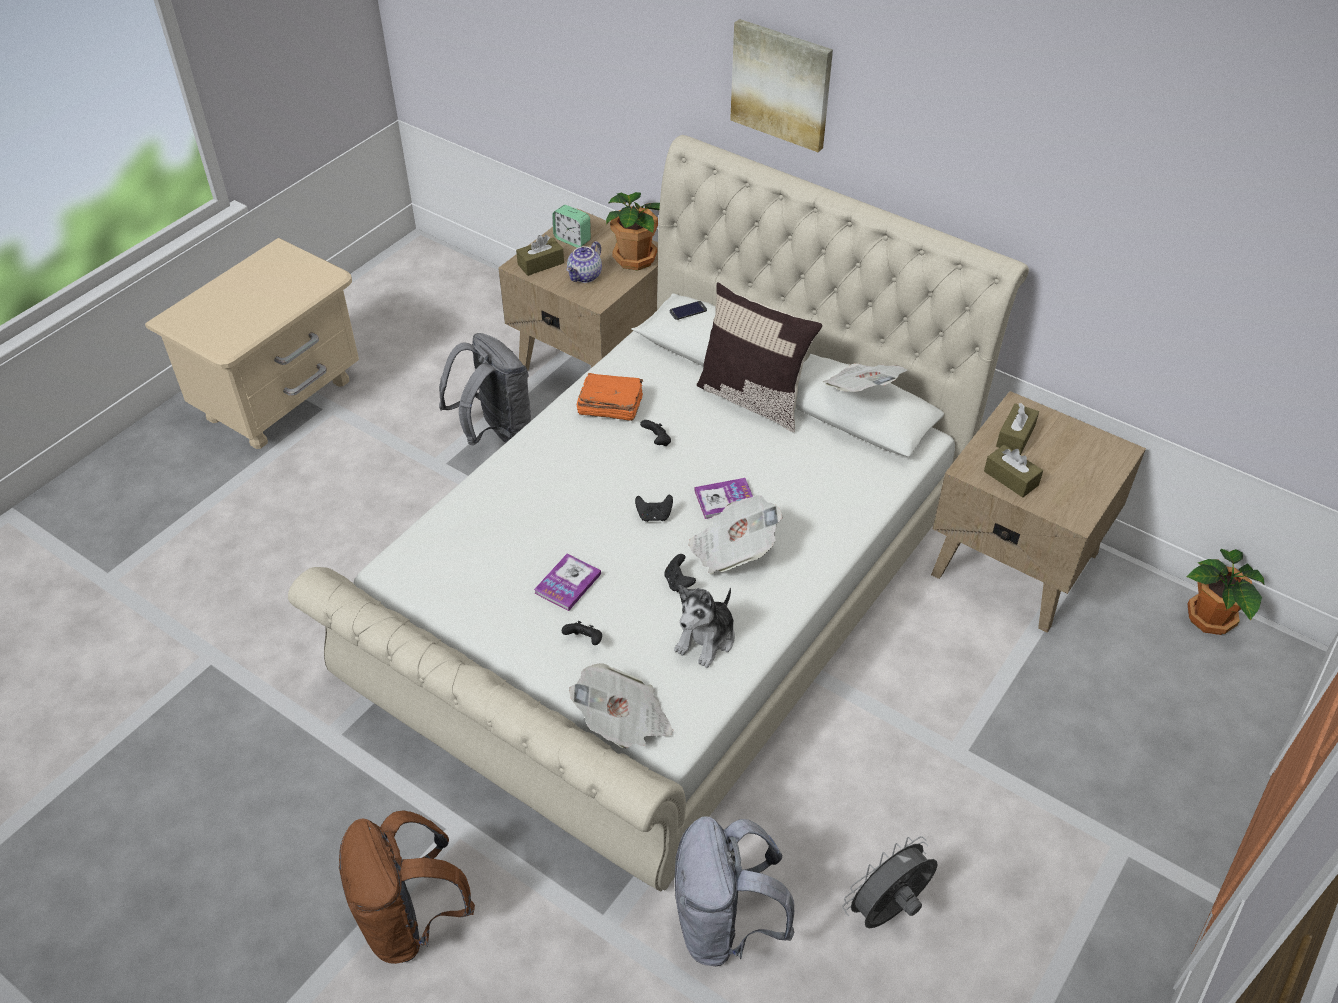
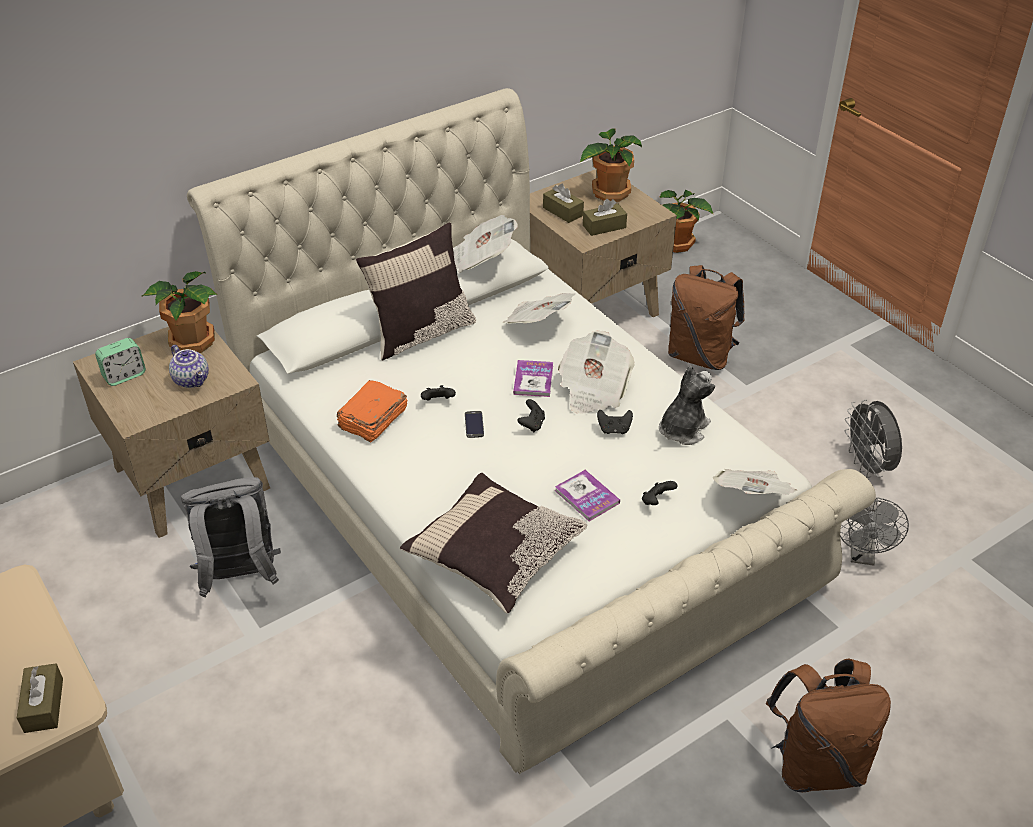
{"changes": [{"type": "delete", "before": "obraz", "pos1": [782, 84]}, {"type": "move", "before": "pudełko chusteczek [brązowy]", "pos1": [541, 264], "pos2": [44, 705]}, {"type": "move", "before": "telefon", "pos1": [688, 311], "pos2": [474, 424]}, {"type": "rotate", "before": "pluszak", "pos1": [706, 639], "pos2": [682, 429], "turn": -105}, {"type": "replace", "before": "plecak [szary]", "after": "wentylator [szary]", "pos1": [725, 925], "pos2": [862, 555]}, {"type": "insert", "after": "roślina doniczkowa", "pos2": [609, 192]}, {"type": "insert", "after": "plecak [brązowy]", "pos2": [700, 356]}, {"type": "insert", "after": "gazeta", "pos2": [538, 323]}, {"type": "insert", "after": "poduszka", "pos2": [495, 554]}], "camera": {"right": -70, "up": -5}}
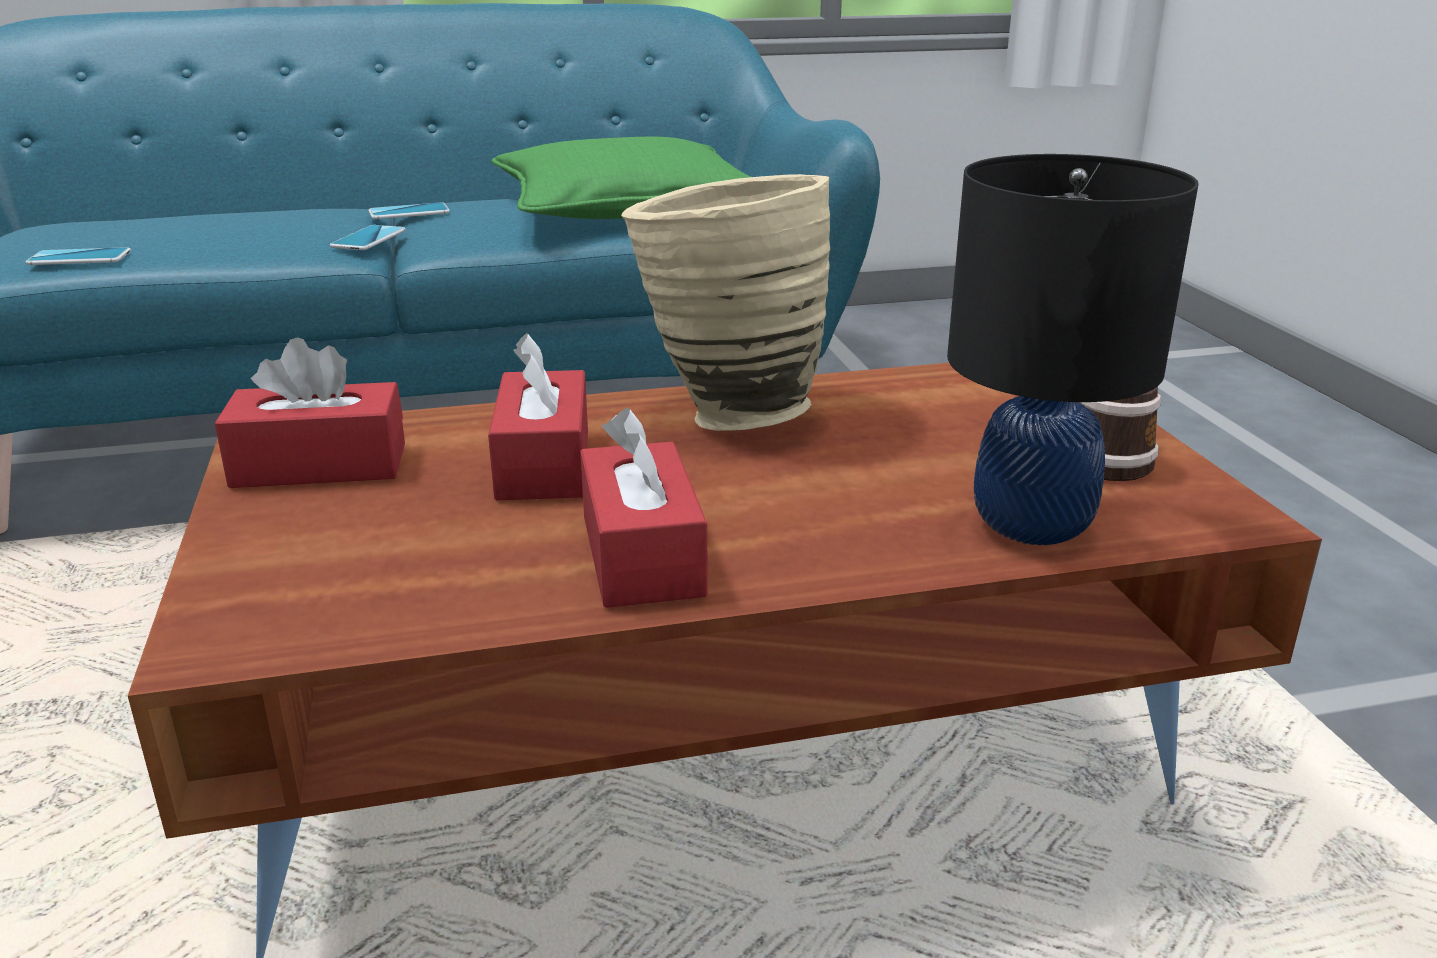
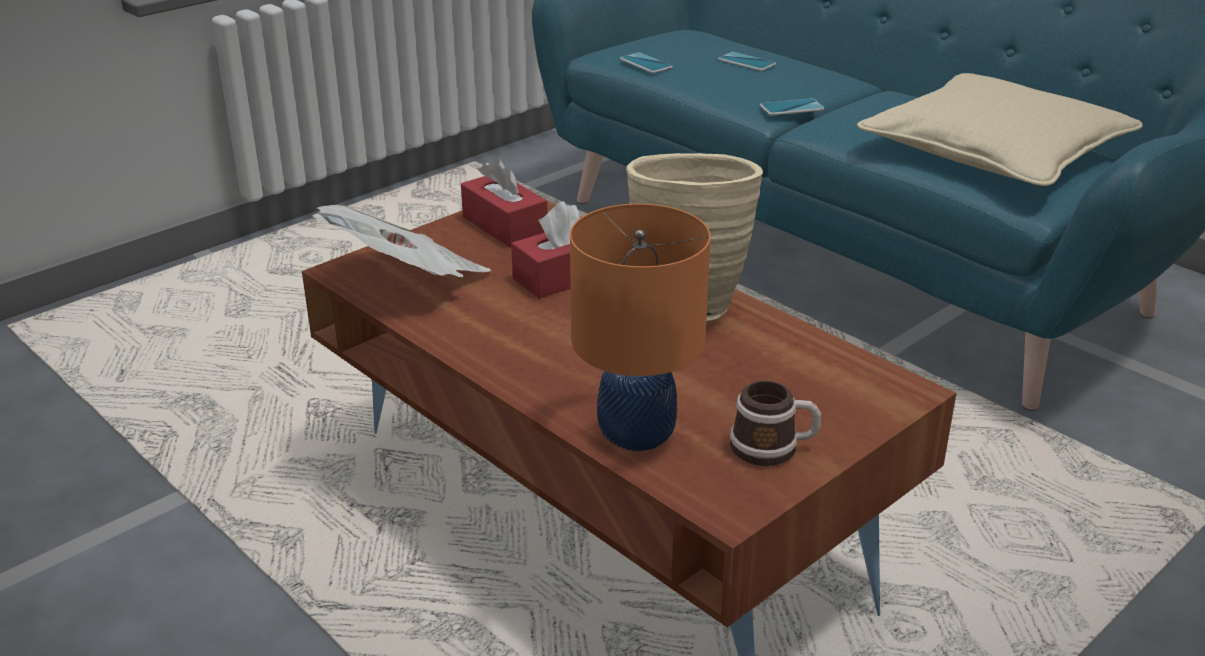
{"changes": [{"type": "recolor", "before": "poduszka [zielony]", "after": "poduszka [beżowy]", "pos1": [626, 206], "pos2": [995, 149]}, {"type": "recolor", "before": "lampa stołowa [czarny]", "after": "lampa stołowa [pomarańczowy]", "pos1": [1026, 526], "pos2": [637, 434]}, {"type": "move", "before": "telefon", "pos1": [409, 212], "pos2": [746, 62]}, {"type": "delete", "before": "pudełko chusteczek [czerwony]", "pos1": [642, 555]}, {"type": "insert", "after": "gazeta", "pos2": [407, 281]}], "camera": {"right": 60, "up": 5}}
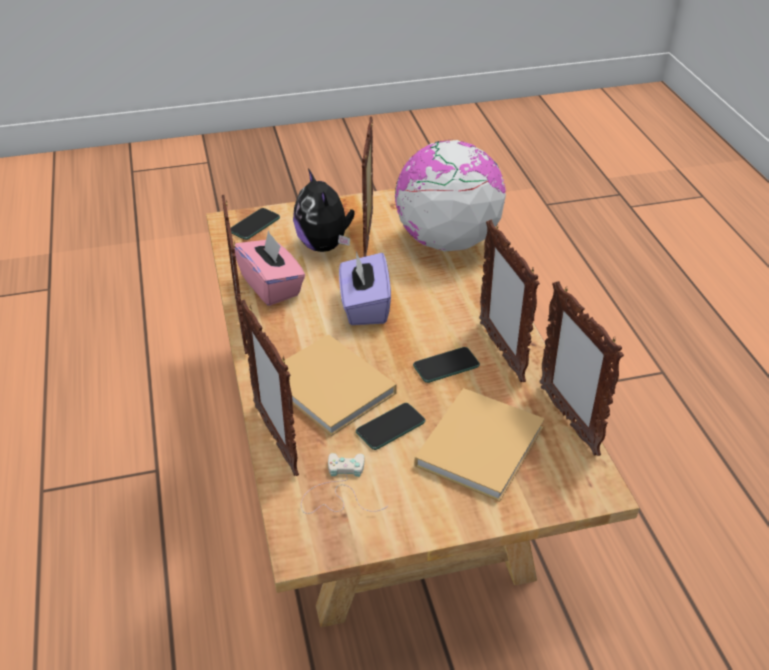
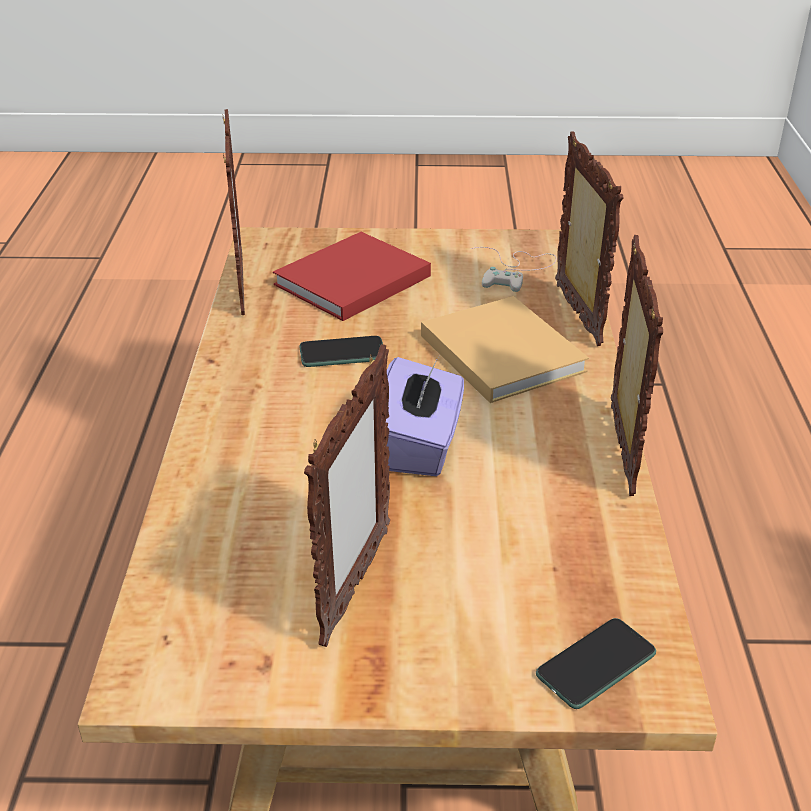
{"changes": [{"type": "delete", "before": "globus", "pos1": [447, 241]}, {"type": "delete", "before": "pluszak", "pos1": [325, 245]}, {"type": "delete", "before": "ramka na zdjęcie", "pos1": [501, 351]}, {"type": "delete", "before": "pudełko chusteczek [różowy]", "pos1": [271, 286]}, {"type": "recolor", "before": "książka [beżowy]", "after": "książka [czerwony]", "pos1": [481, 444], "pos2": [349, 282]}, {"type": "delete", "before": "telefon", "pos1": [390, 427]}], "camera": {"right": -165, "up": -5}}
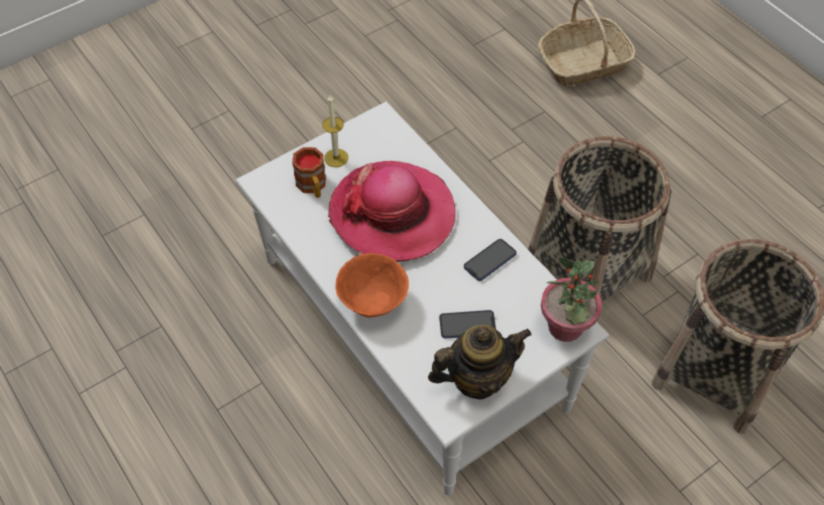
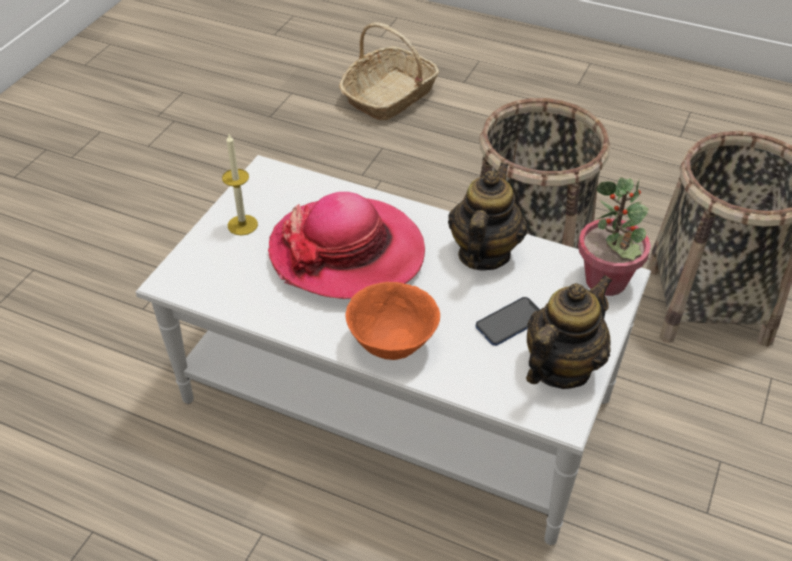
{"changes": [{"type": "delete", "before": "kubek", "pos1": [313, 186]}, {"type": "replace", "before": "telefon", "after": "imbryk", "pos1": [490, 260], "pos2": [483, 254]}], "camera": {"right": -30, "up": -10}}
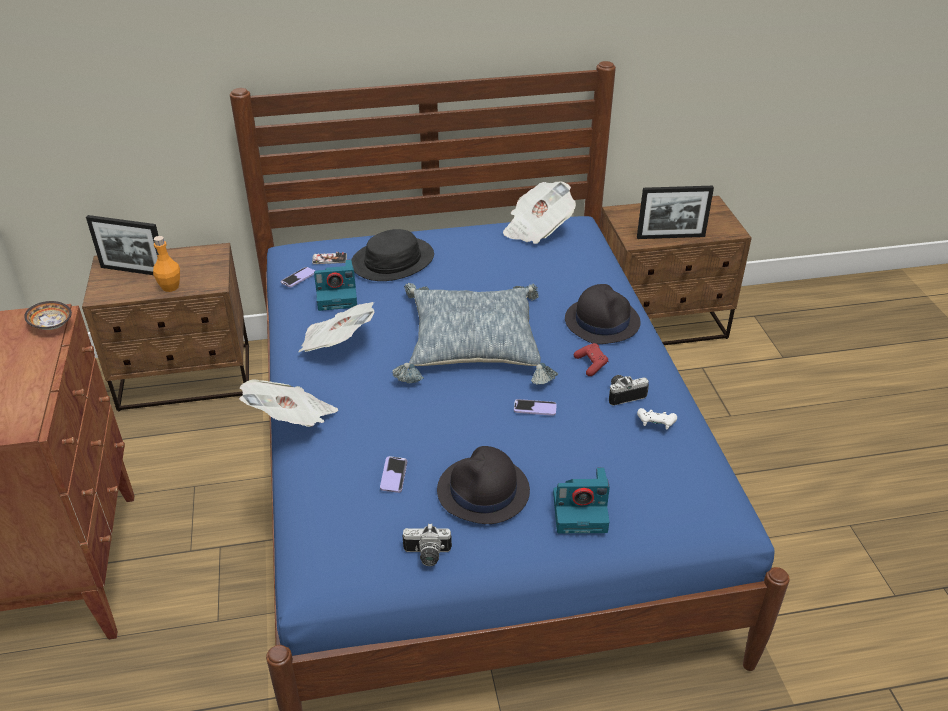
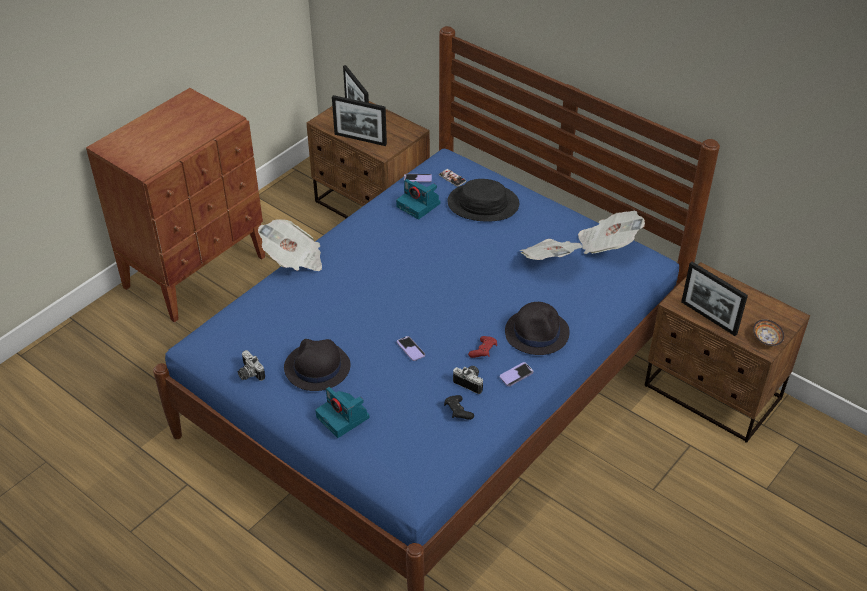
{"changes": [{"type": "replace", "before": "butelka [pomarańczowy]", "after": "ramka na zdjęcie", "pos1": [170, 287], "pos2": [360, 139]}, {"type": "delete", "before": "poduszka", "pos1": [473, 340]}, {"type": "move", "before": "miska", "pos1": [52, 324], "pos2": [767, 338]}, {"type": "move", "before": "gazeta", "pos1": [337, 344], "pos2": [549, 261]}, {"type": "recolor", "before": "pad do gier [biały]", "after": "pad do gier [czarny]", "pos1": [655, 424], "pos2": [458, 412]}, {"type": "move", "before": "telefon", "pos1": [394, 475], "pos2": [516, 375]}], "camera": {"right": 50, "up": 5}}
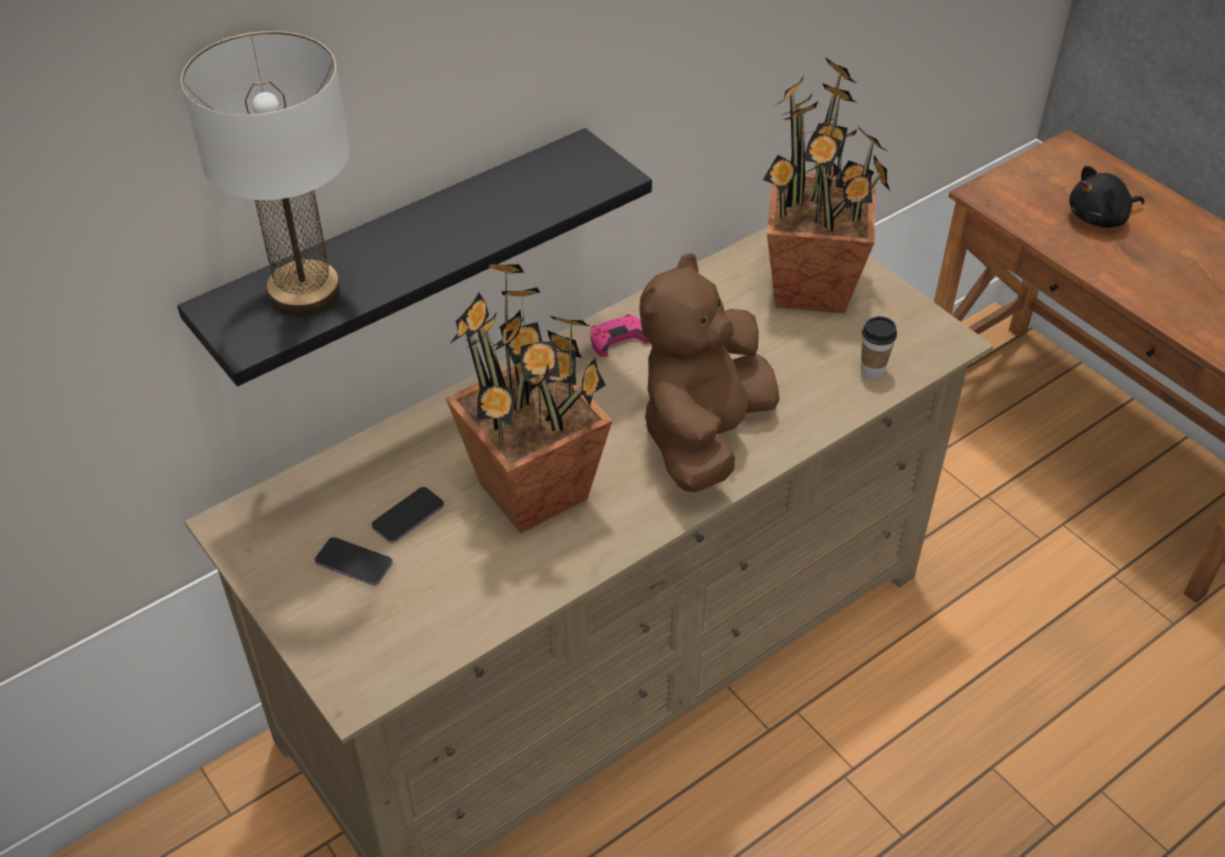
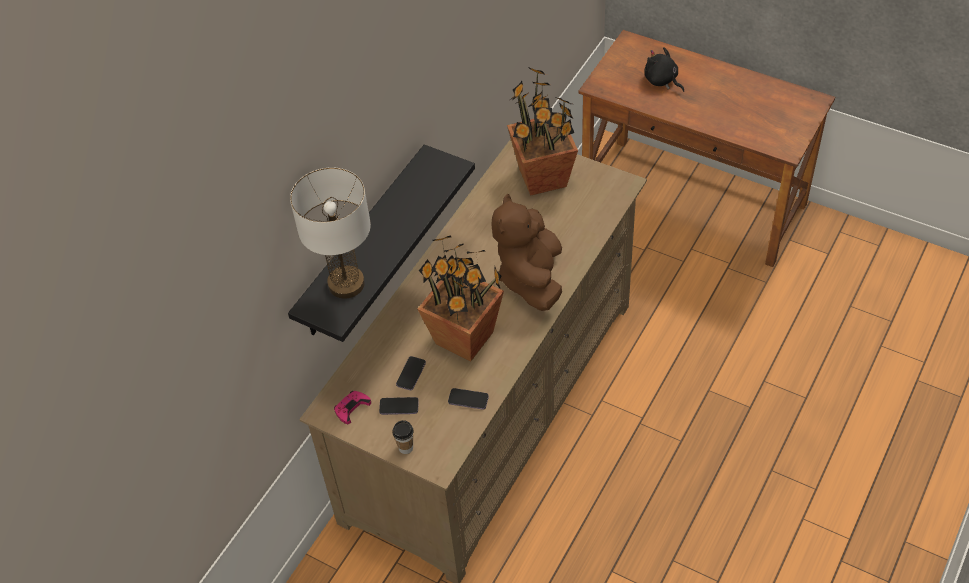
{"changes": [{"type": "rotate", "before": "pluszak [czarny]", "pos1": [1100, 218], "pos2": [662, 81], "turn": 90}, {"type": "move", "before": "pad do gier [różowy]", "pos1": [618, 339], "pos2": [351, 408]}, {"type": "move", "before": "filiżanka", "pos1": [872, 370], "pos2": [406, 447]}, {"type": "insert", "after": "telefon", "pos2": [468, 399]}], "camera": {"right": -20, "up": 5}}
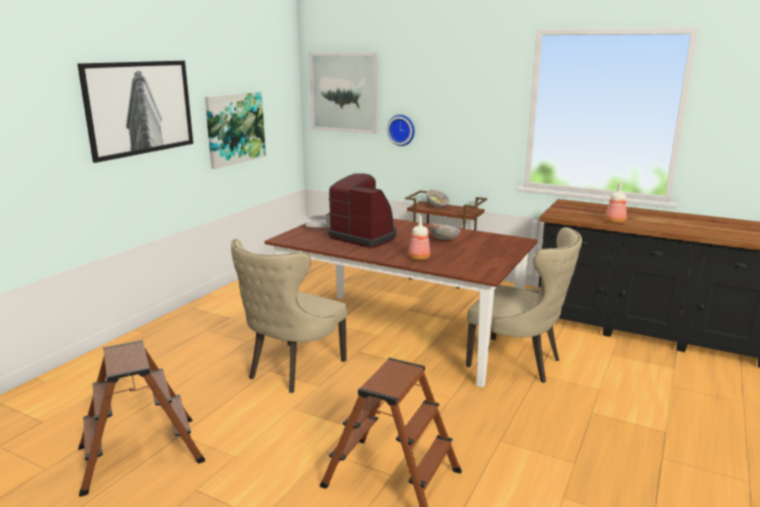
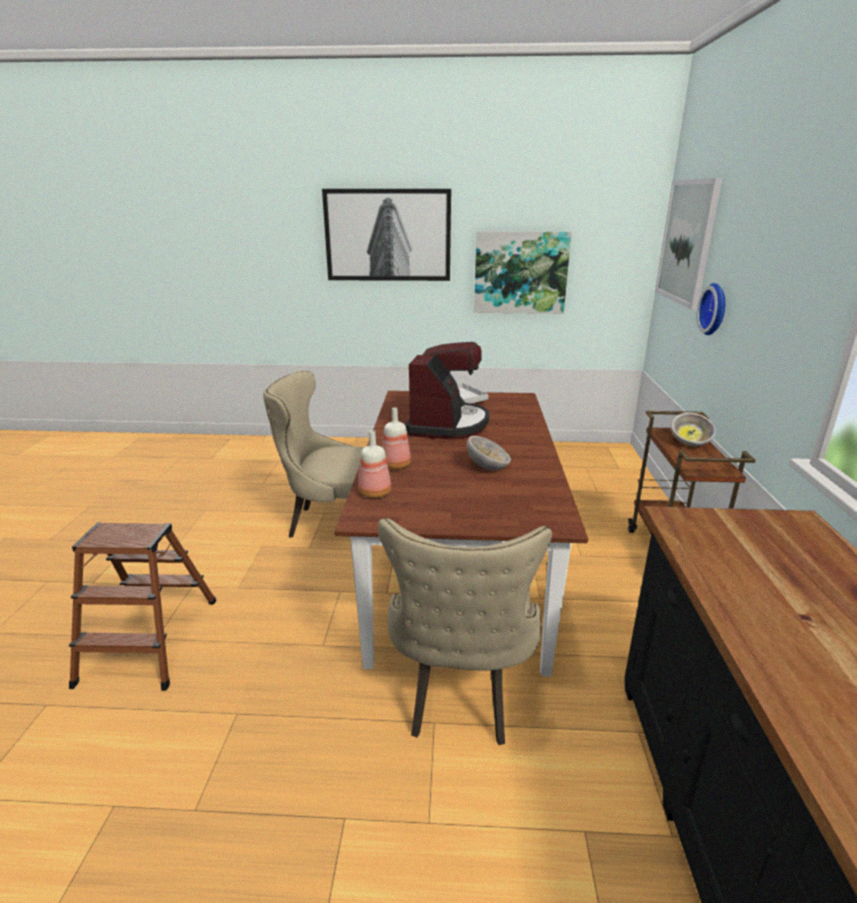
{"changes": [{"type": "move", "before": "butelka", "pos1": [614, 221], "pos2": [375, 493]}, {"type": "delete", "before": "drabinka [brązowy]", "pos1": [140, 454]}], "camera": {"right": 65, "up": 5}}
